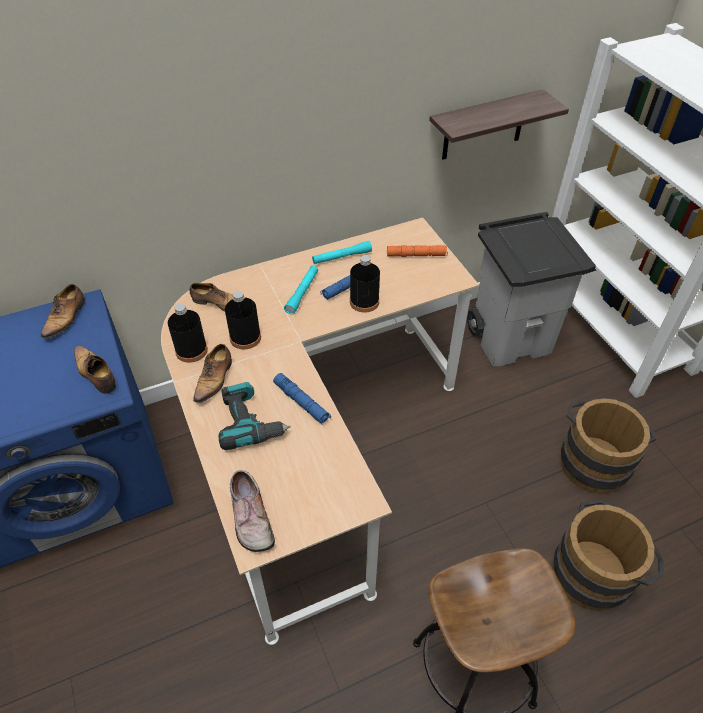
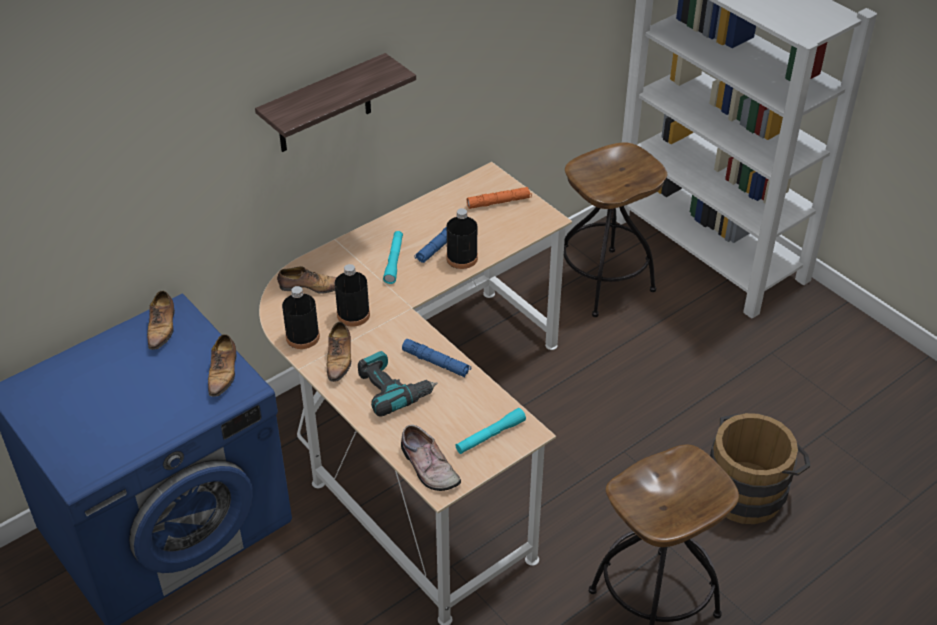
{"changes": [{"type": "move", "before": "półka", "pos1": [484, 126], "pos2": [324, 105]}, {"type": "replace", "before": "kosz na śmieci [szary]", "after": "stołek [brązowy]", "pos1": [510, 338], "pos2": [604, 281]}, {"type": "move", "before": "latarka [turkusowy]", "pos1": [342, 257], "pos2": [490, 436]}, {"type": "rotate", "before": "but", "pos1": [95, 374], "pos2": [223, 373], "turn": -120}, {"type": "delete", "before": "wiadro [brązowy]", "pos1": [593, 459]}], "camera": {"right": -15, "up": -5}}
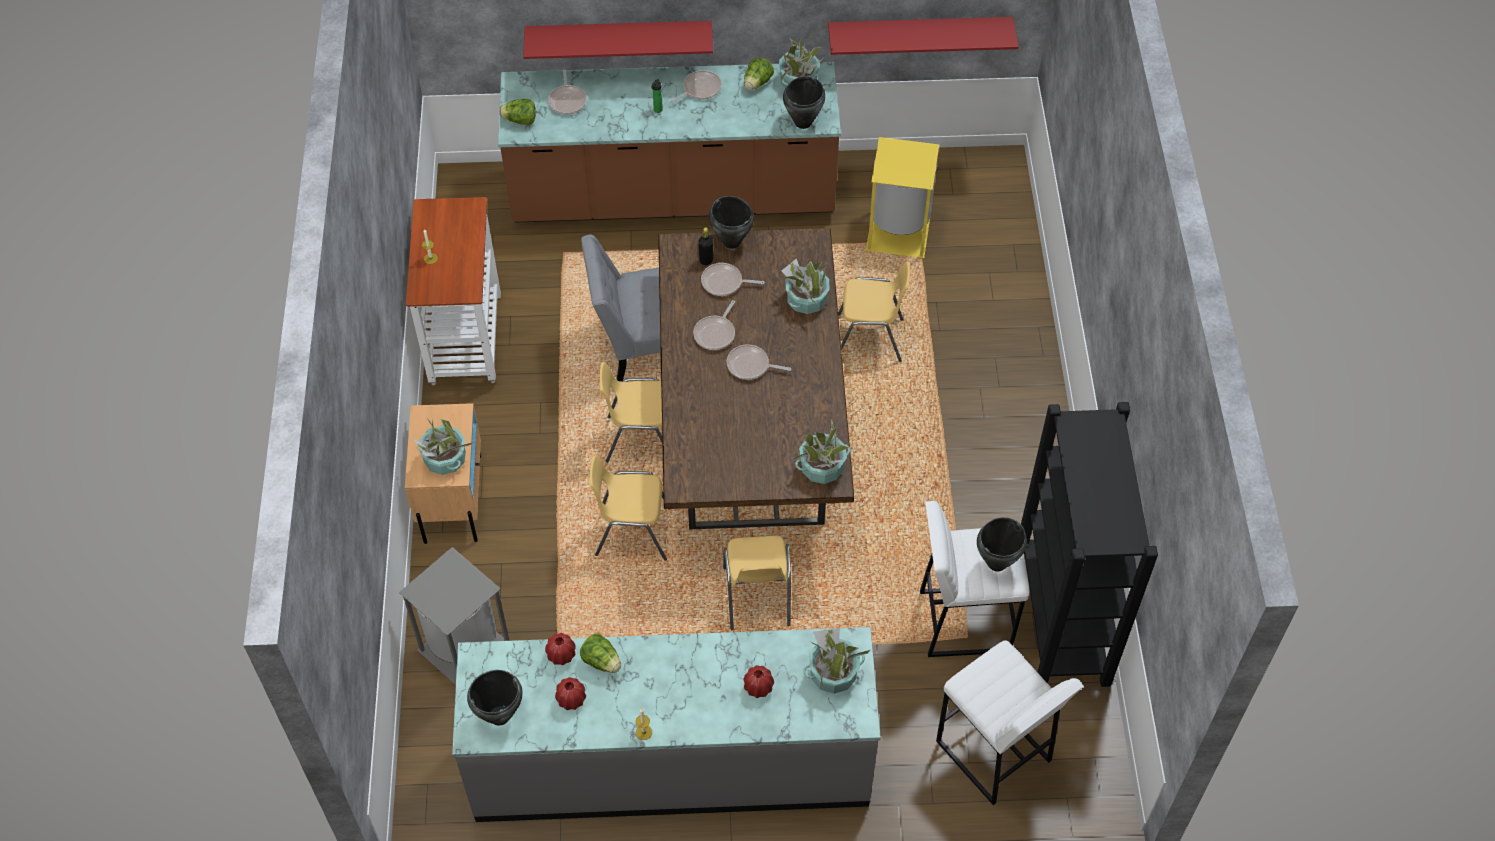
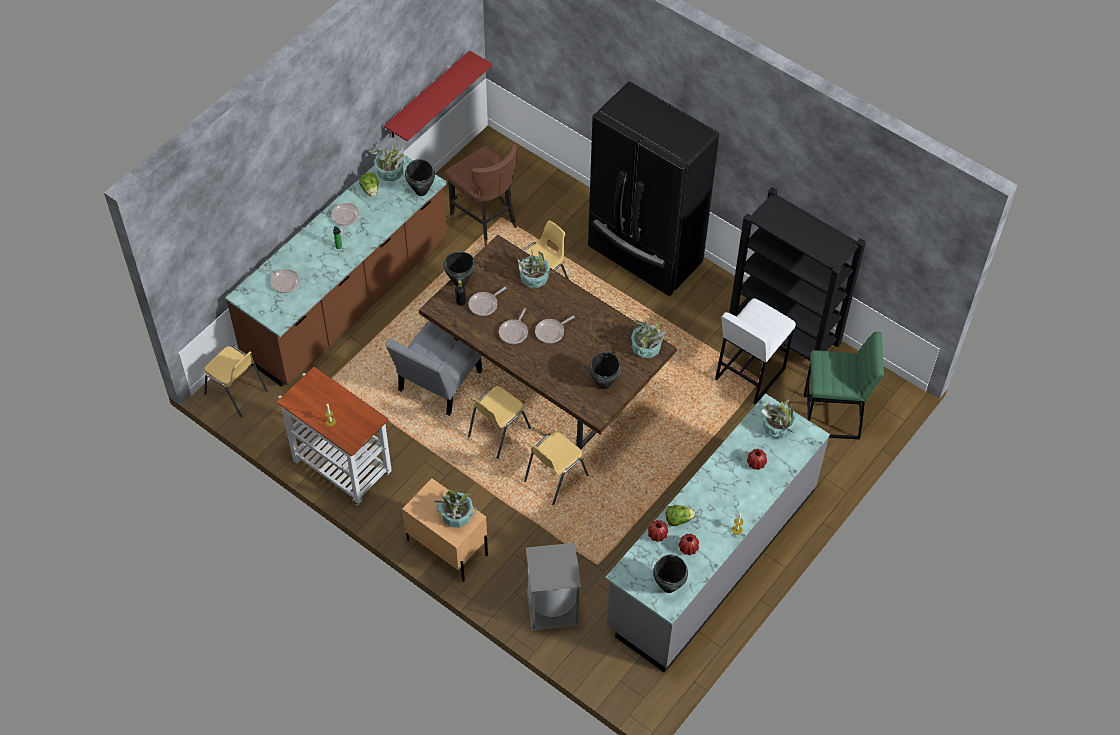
{"changes": [{"type": "delete", "before": "półka [czerwony]", "pos1": [619, 36]}, {"type": "delete", "before": "sałata", "pos1": [520, 120]}, {"type": "replace", "before": "kosz na śmieci [żółty]", "after": "stołek [brązowy]", "pos1": [897, 233], "pos2": [485, 222]}, {"type": "rotate", "before": "patelnia", "pos1": [716, 333], "pos2": [514, 332], "turn": 45}, {"type": "move", "before": "garnek [czarny]", "pos1": [997, 563], "pos2": [604, 383]}, {"type": "move", "before": "krzesło [żółty]", "pos1": [757, 597], "pos2": [236, 392]}, {"type": "recolor", "before": "stołek [biały]", "after": "stołek [zielony]", "pos1": [995, 753], "pos2": [833, 417]}, {"type": "insert", "after": "lodówka [czarny]", "pos2": [643, 256]}], "camera": {"right": -50, "up": 0}}
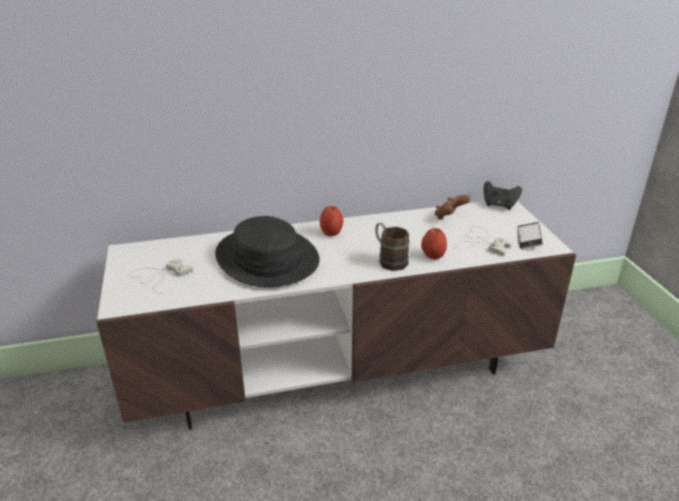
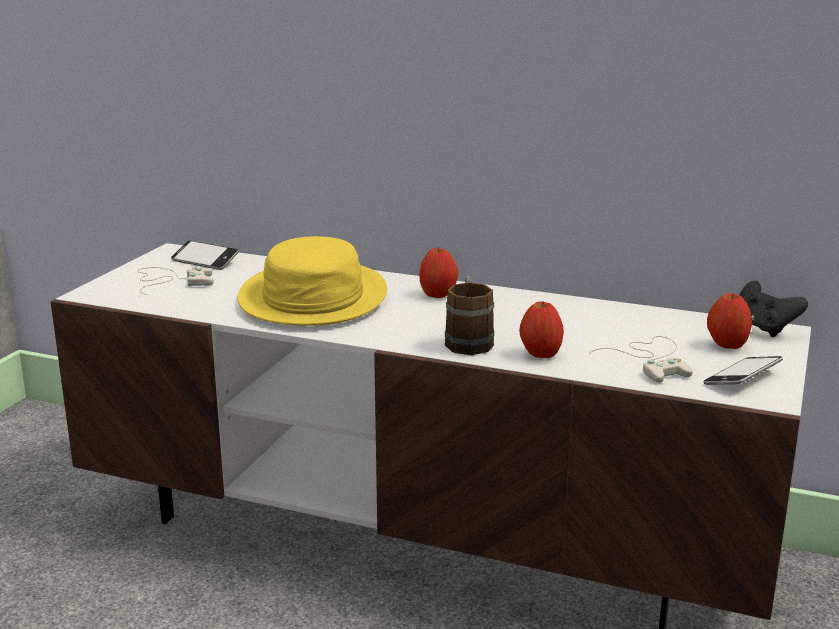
{"changes": [{"type": "delete", "before": "pad do gier [brązowy]", "pos1": [449, 217]}, {"type": "recolor", "before": "kapelusz [czarny]", "after": "kapelusz [żółty]", "pos1": [266, 258], "pos2": [312, 297]}, {"type": "insert", "after": "telefon", "pos2": [205, 261]}, {"type": "insert", "after": "jabłko", "pos2": [727, 345]}], "camera": {"right": 35, "up": -10}}
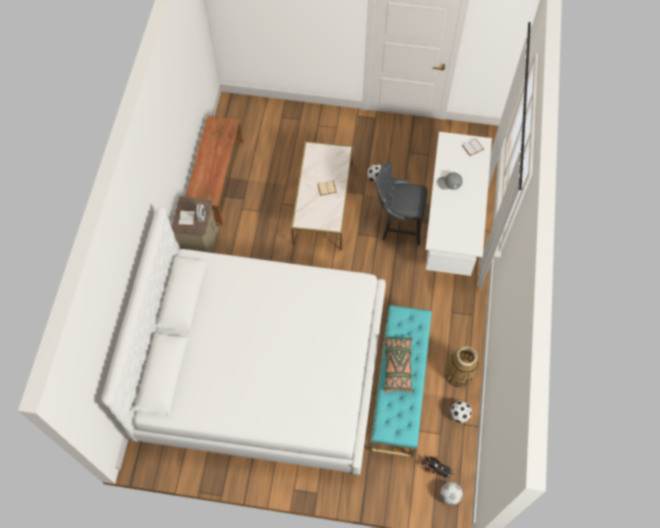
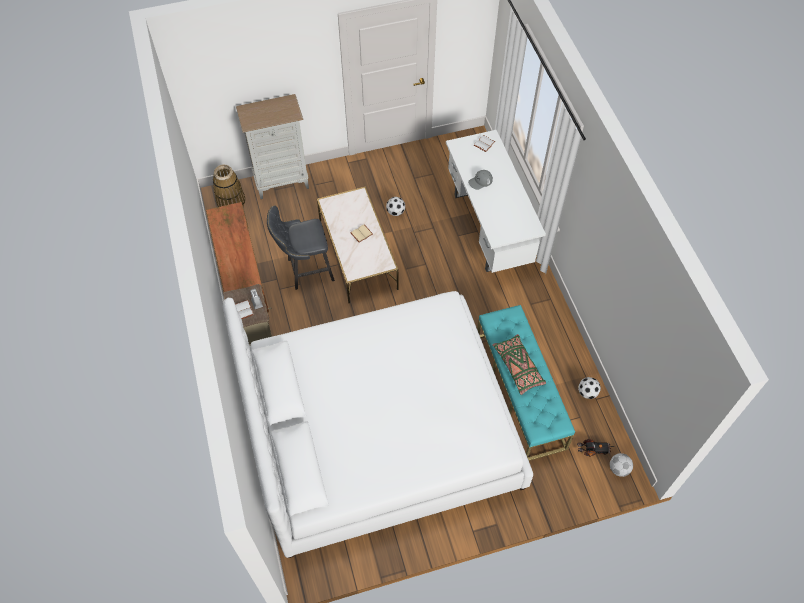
{"changes": [{"type": "move", "before": "stołek [szary]", "pos1": [397, 226], "pos2": [304, 271]}, {"type": "move", "before": "koszyk", "pos1": [459, 373], "pos2": [231, 201]}, {"type": "insert", "after": "komoda [biały]", "pos2": [283, 183]}], "camera": {"right": -25, "up": -5}}
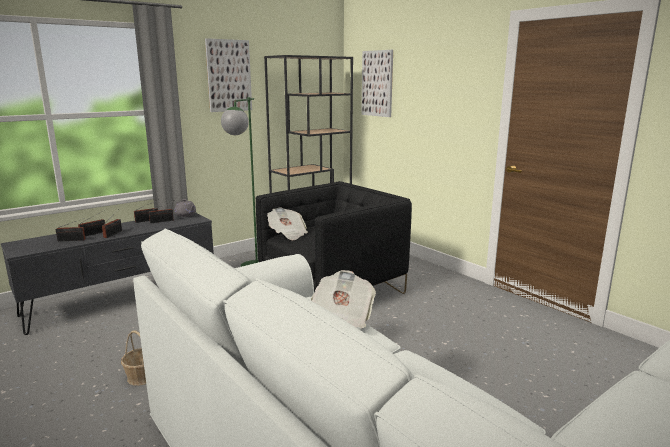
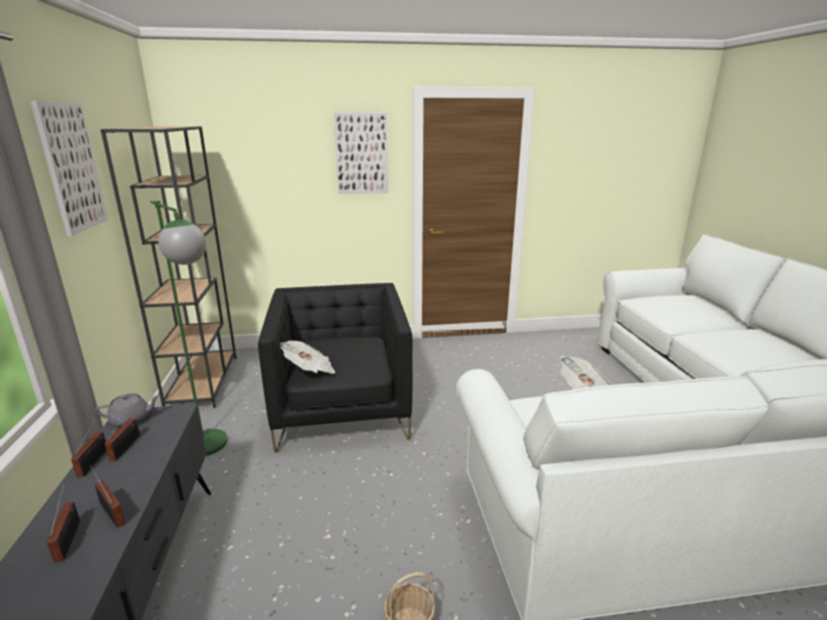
{"changes": [{"type": "move", "before": "obraz", "pos1": [377, 83], "pos2": [361, 154]}, {"type": "delete", "before": "radio", "pos1": [73, 240]}], "camera": {"right": -60, "up": 5}}
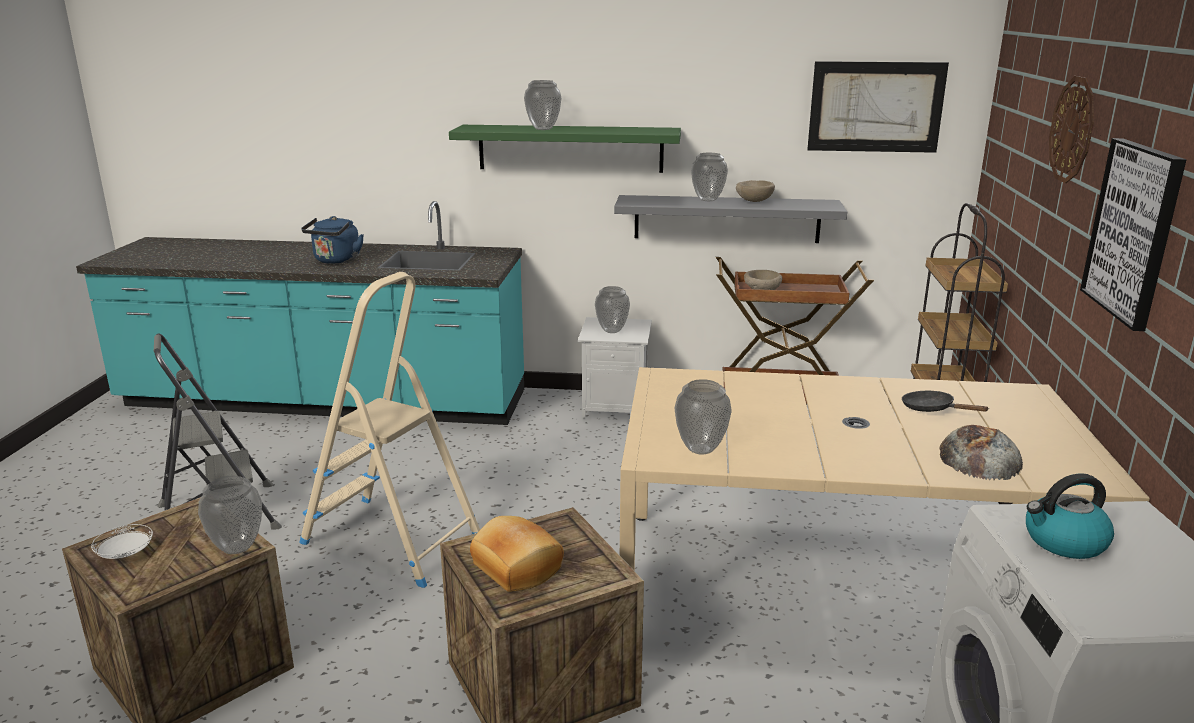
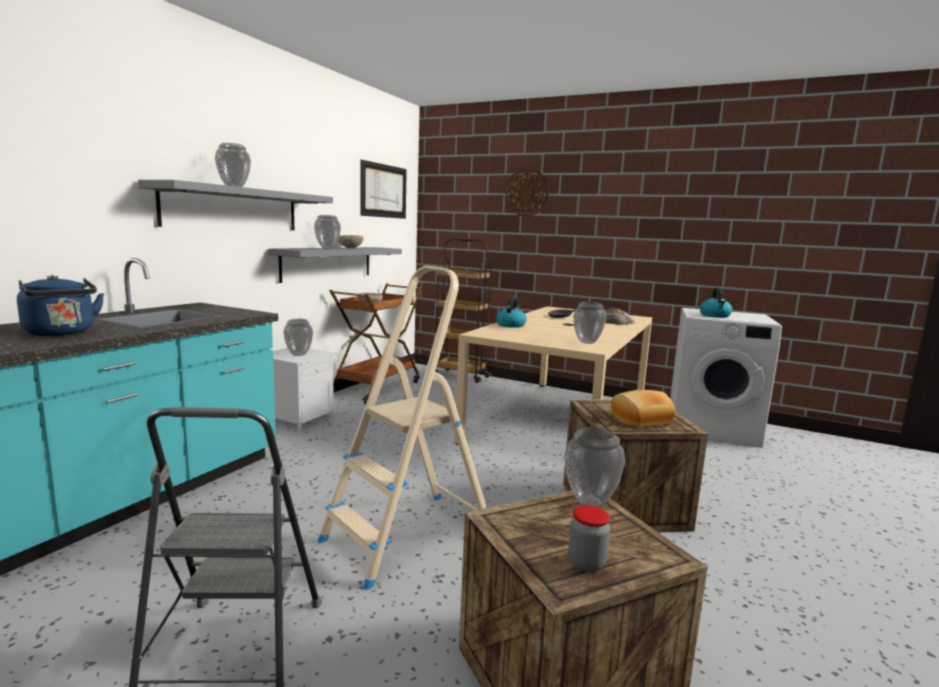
{"changes": [{"type": "recolor", "before": "półka [zielony]", "after": "półka [szary]", "pos1": [570, 148], "pos2": [233, 209]}, {"type": "delete", "before": "obraz", "pos1": [1133, 231]}, {"type": "replace", "before": "talerz [biały]", "after": "słoik", "pos1": [125, 555], "pos2": [586, 563]}, {"type": "insert", "after": "czajnik", "pos2": [510, 325]}], "camera": {"right": -70, "up": -10}}
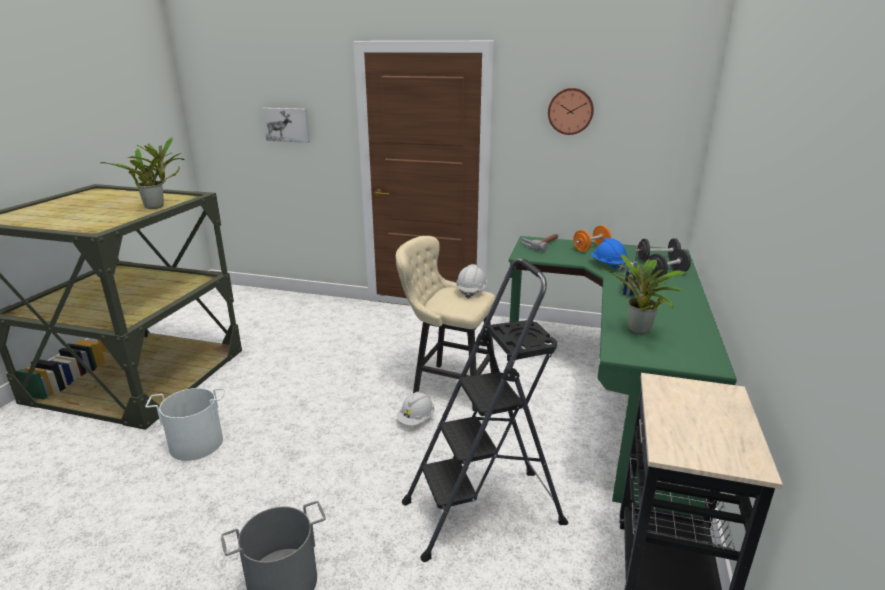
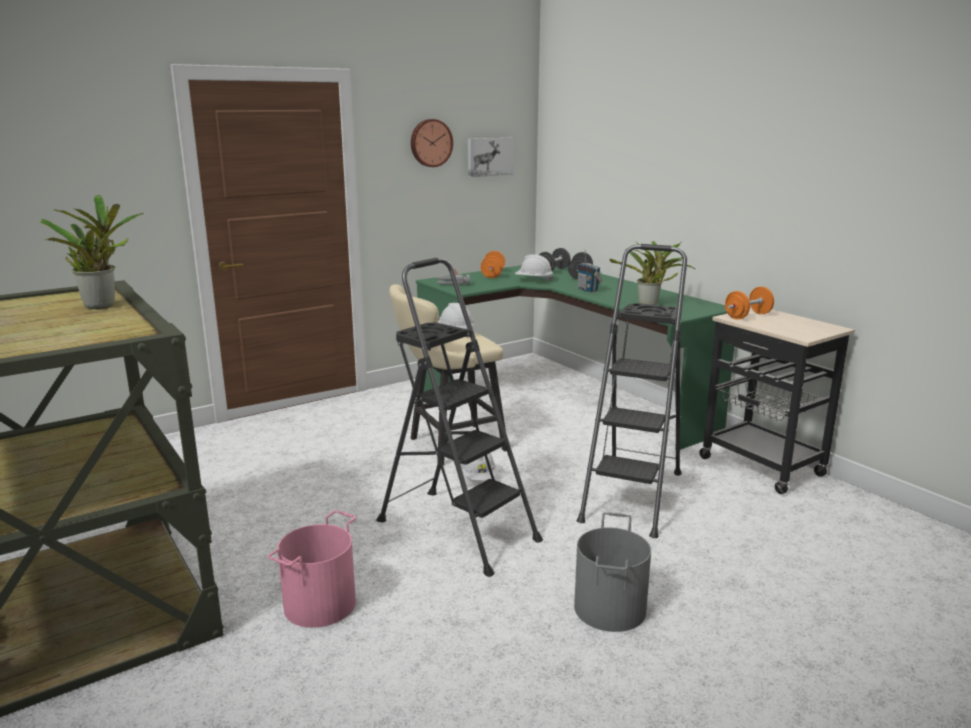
{"changes": [{"type": "move", "before": "obraz", "pos1": [287, 124], "pos2": [489, 156]}, {"type": "recolor", "before": "kask [niebieski]", "after": "kask [biały]", "pos1": [608, 265], "pos2": [533, 280]}, {"type": "recolor", "before": "wiadro [biały]", "after": "wiadro [różowy]", "pos1": [196, 443], "pos2": [319, 604]}, {"type": "insert", "after": "drabinka", "pos2": [456, 528]}, {"type": "insert", "after": "hantel [pomarańczowy]", "pos2": [747, 316]}], "camera": {"right": -50, "up": -5}}
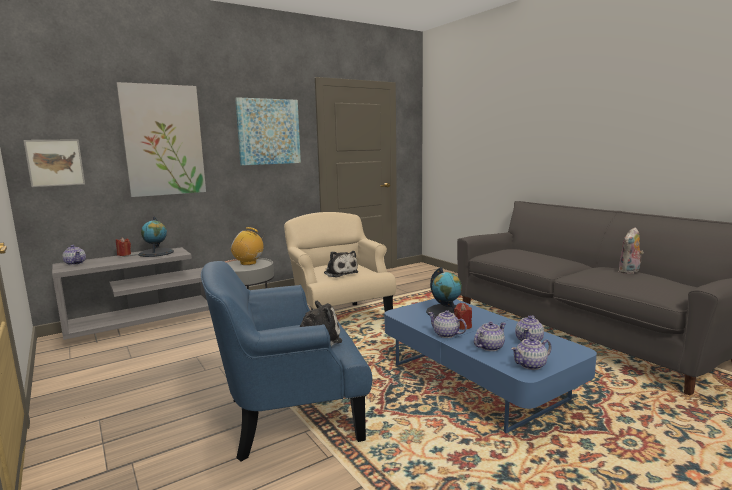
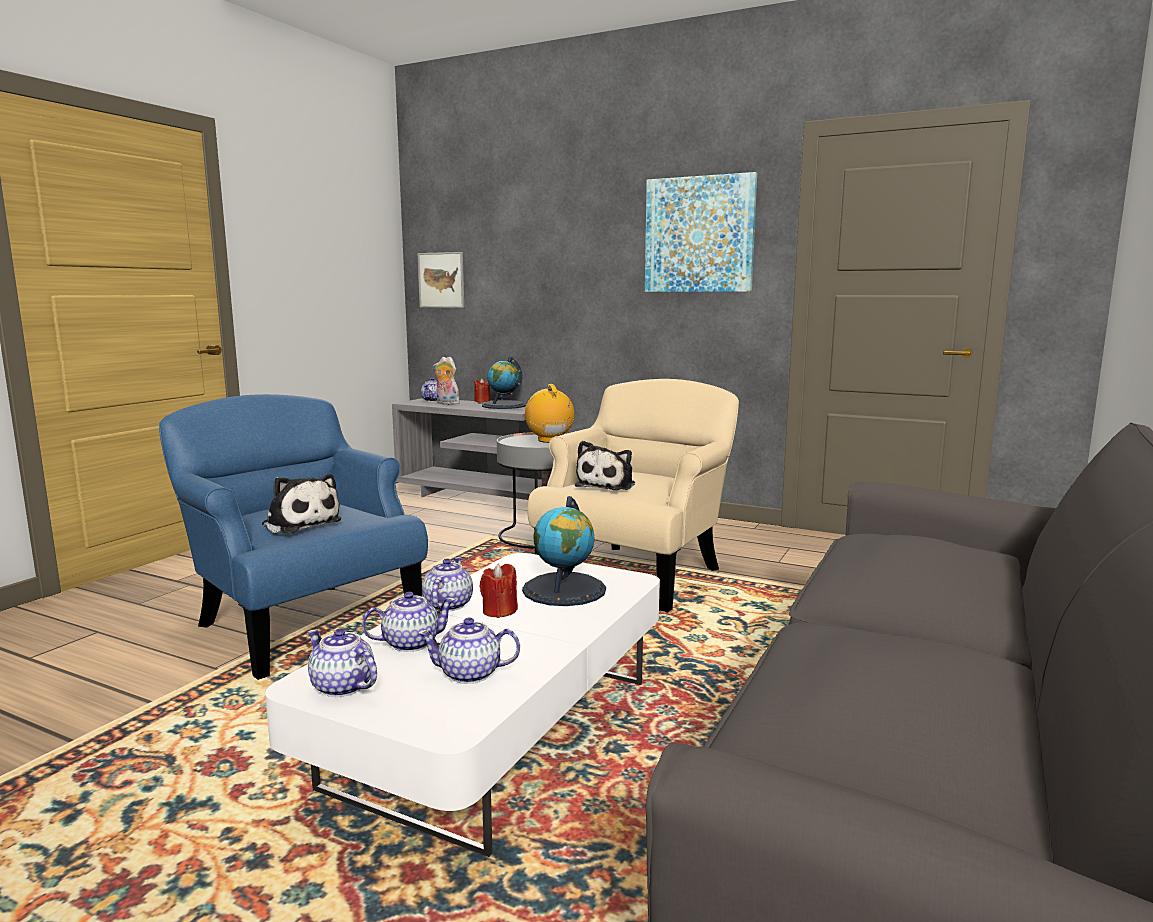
{"changes": [{"type": "delete", "before": "obraz", "pos1": [163, 140]}, {"type": "move", "before": "pluszak", "pos1": [629, 272], "pos2": [446, 403]}, {"type": "recolor", "before": "ława [niebieski]", "after": "ława [biały]", "pos1": [476, 381], "pos2": [497, 731]}, {"type": "rotate", "before": "imbryk", "pos1": [489, 347], "pos2": [410, 643], "turn": -45}], "camera": {"right": 60, "up": 0}}
